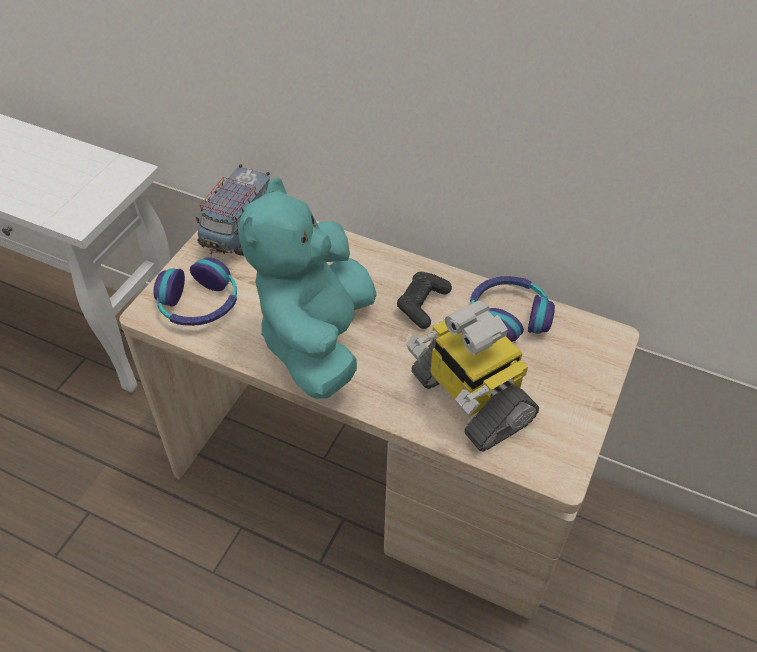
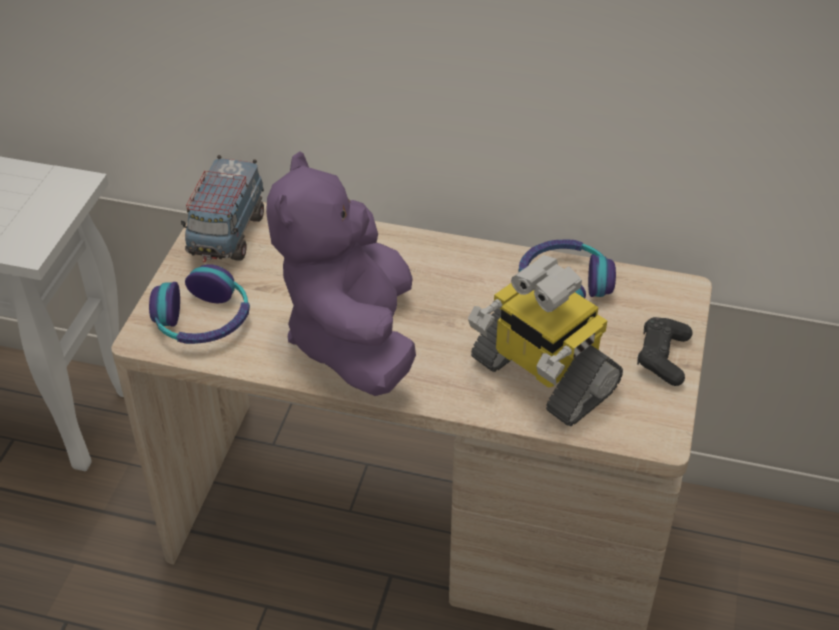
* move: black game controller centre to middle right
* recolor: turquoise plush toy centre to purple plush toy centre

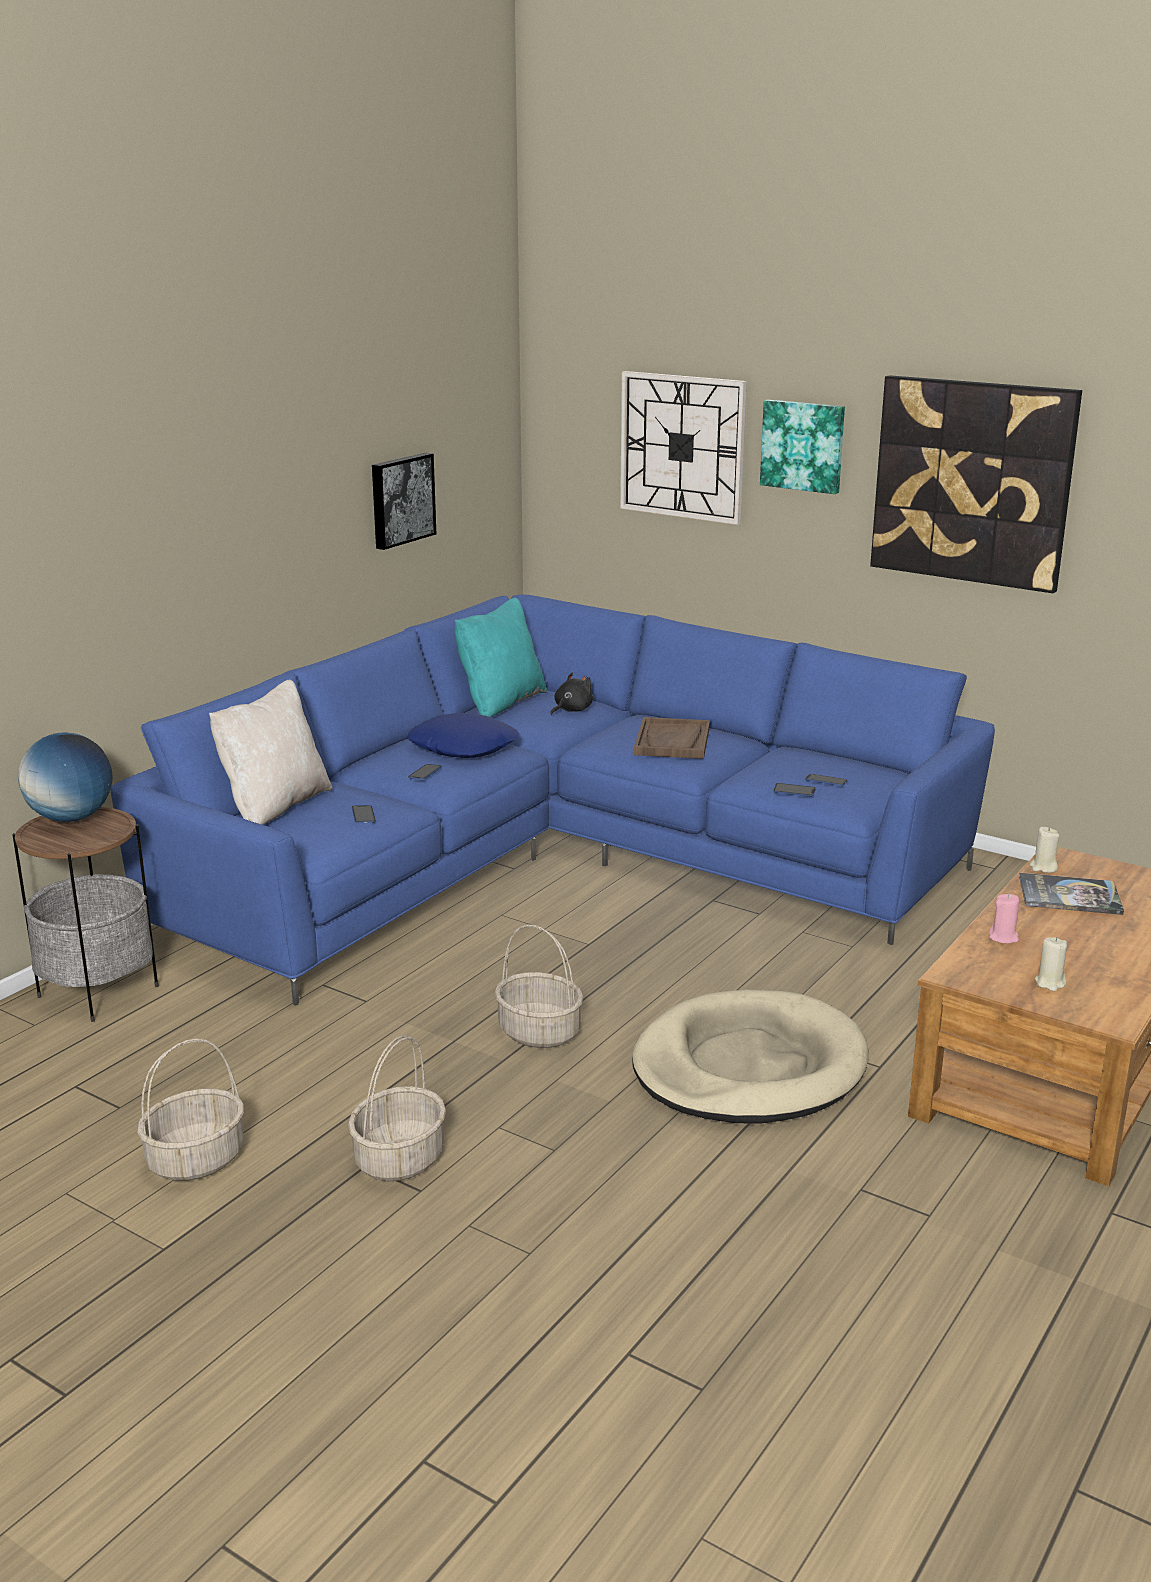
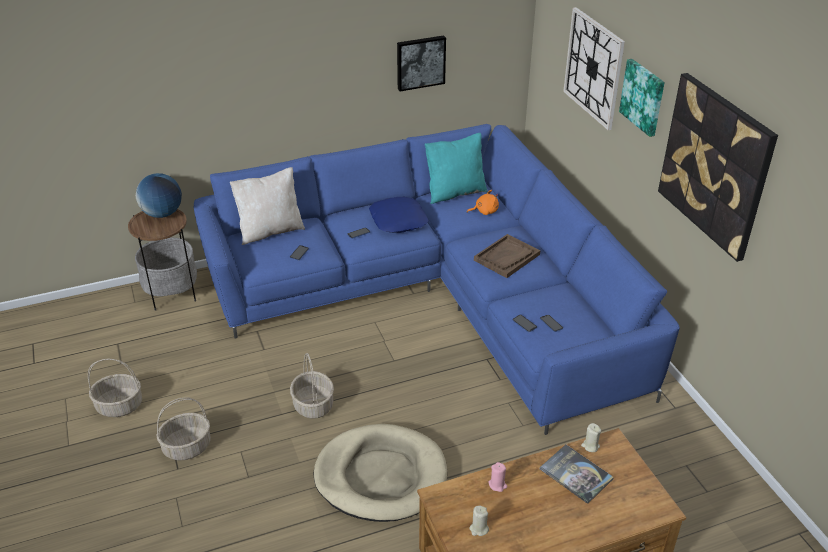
* recolor: black plush toy centre to orange plush toy centre

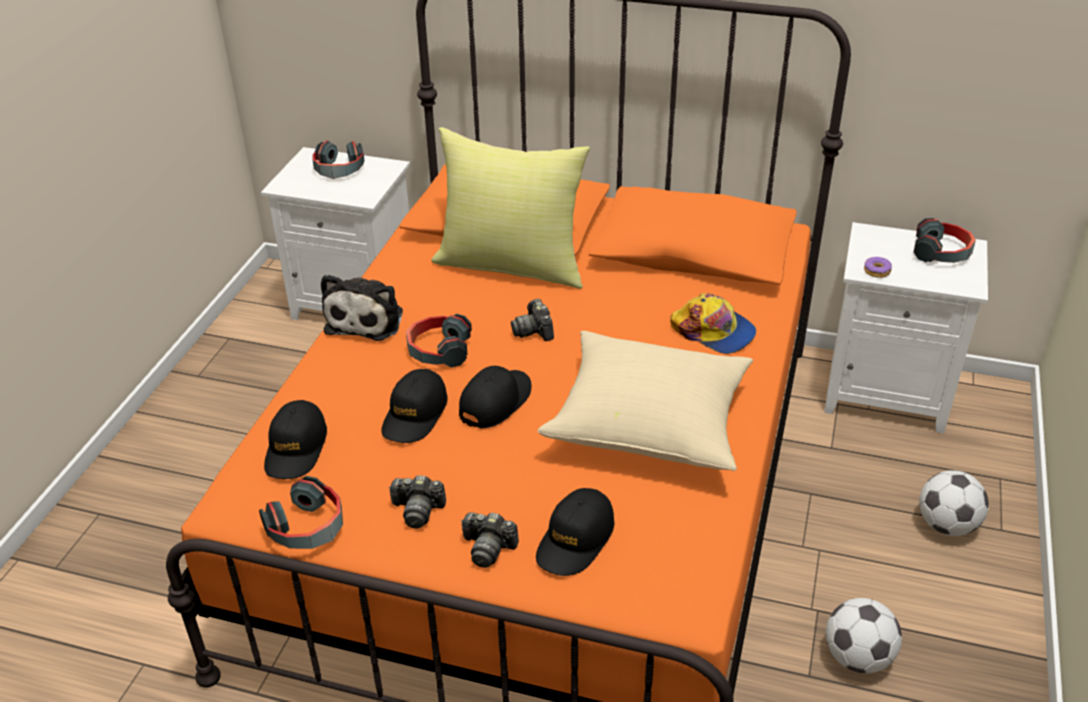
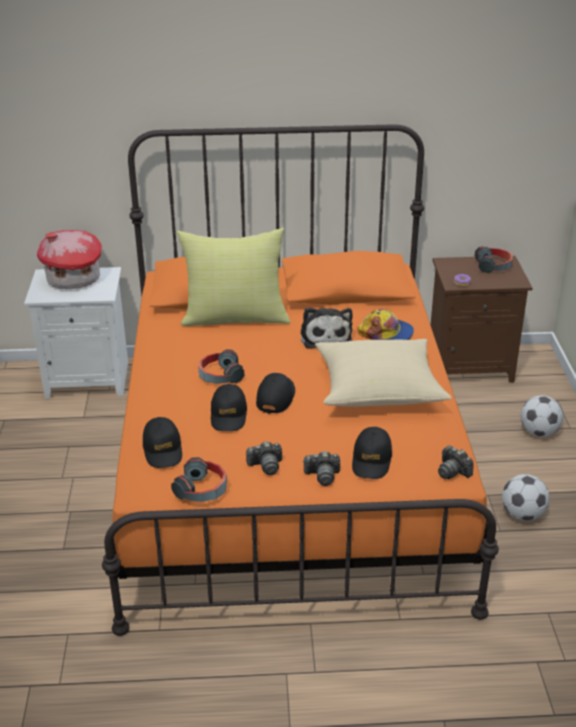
* move: plush toy middle left to centre
* move: photo camera (3rd from left) centre to middle right
* replace: headphones (2nd from left) top left to toy house middle left
* recolor: white nightstand (2nd from left) middle right to brown nightstand middle right

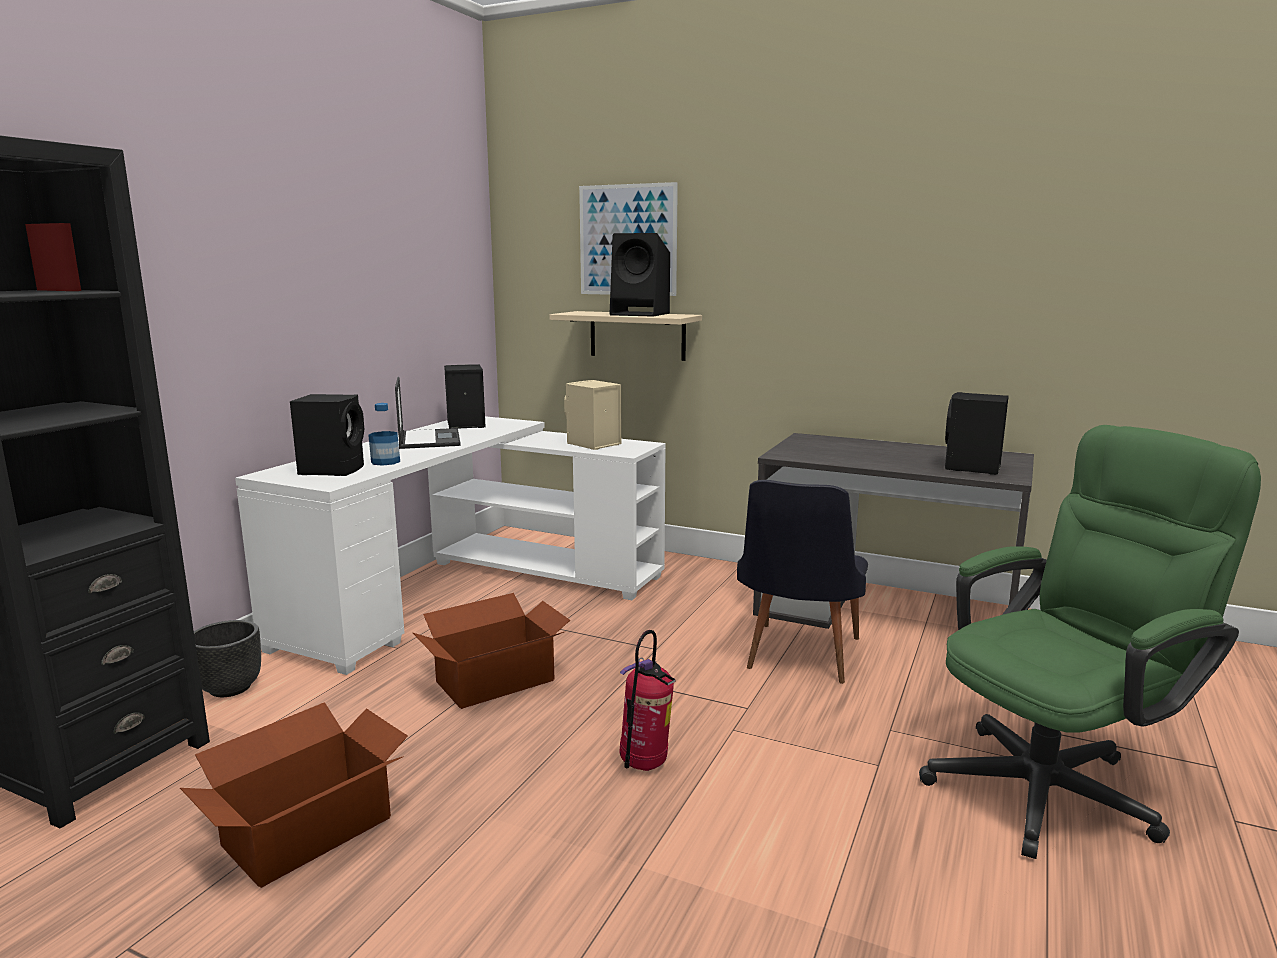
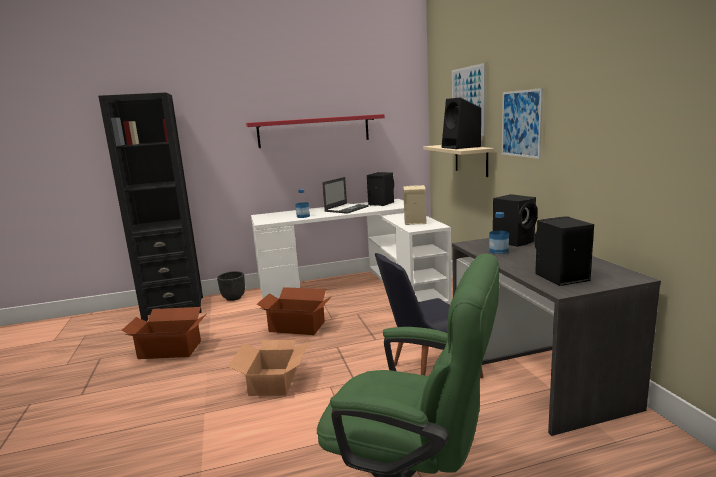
* insert: red shelf top centre
* insert: bottle (2nd from left) middle right
* insert: picture (2nd from left) top right
* move: black speaker (1st from left in the first image) middle left to black speaker (3rd from left) middle right
* replace: fire extinguisher bottom centre to cardboard box (2nd from left) bottom centre

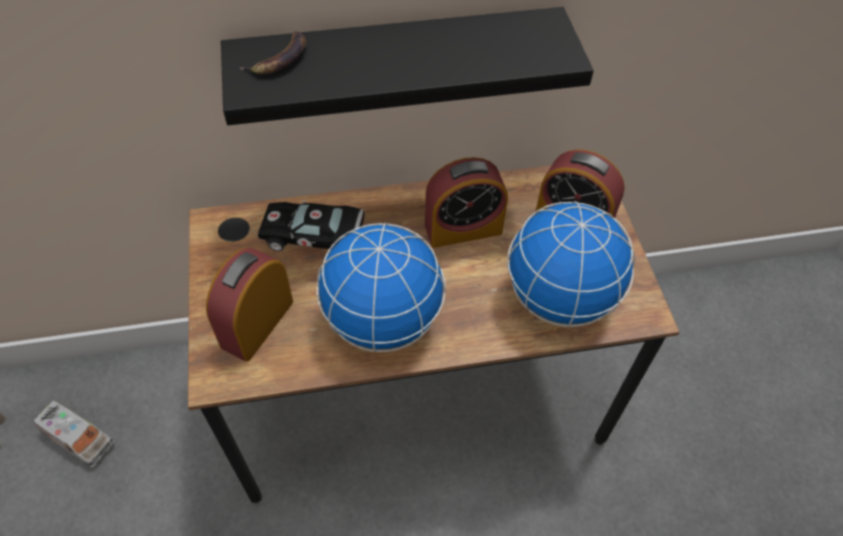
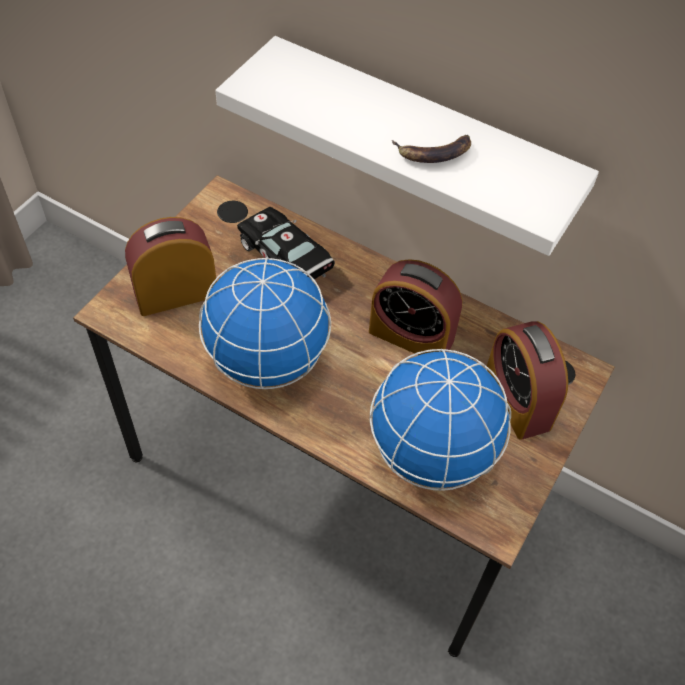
* delete: toy truck bottom left
* move: banana top left to top centre
* recolor: black shelf top centre to white shelf top centre

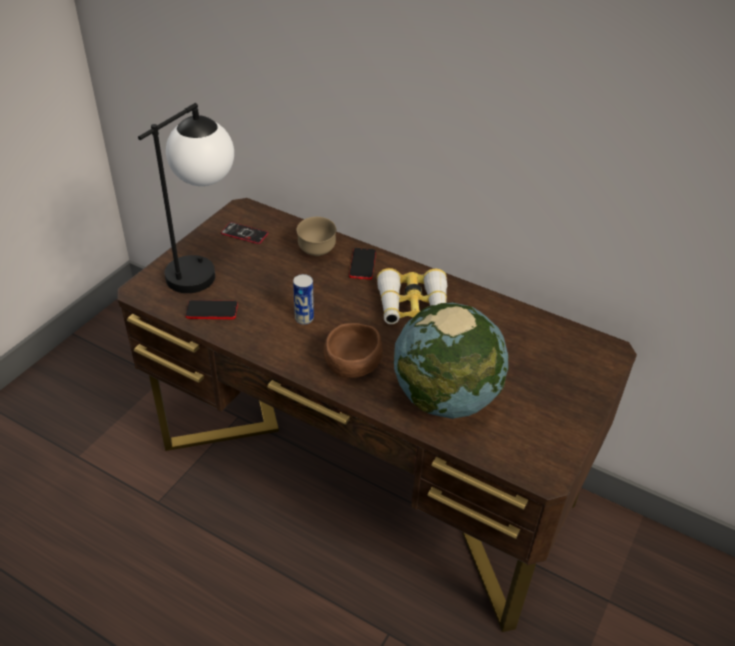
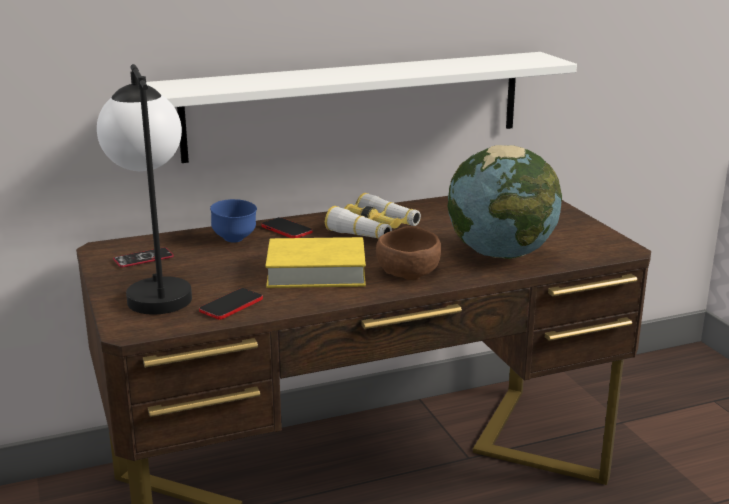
* insert: white shelf top centre
* replace: can centre to yellow book centre
* recolor: brown bowl (1st from left) centre to blue bowl middle left

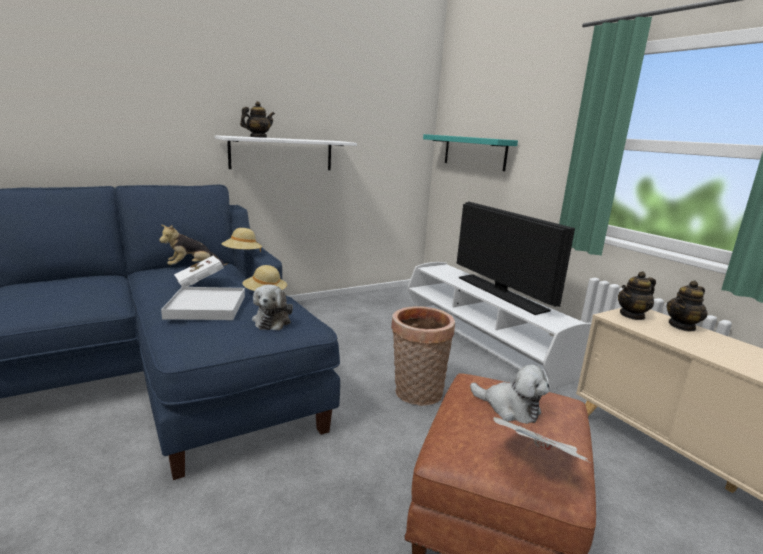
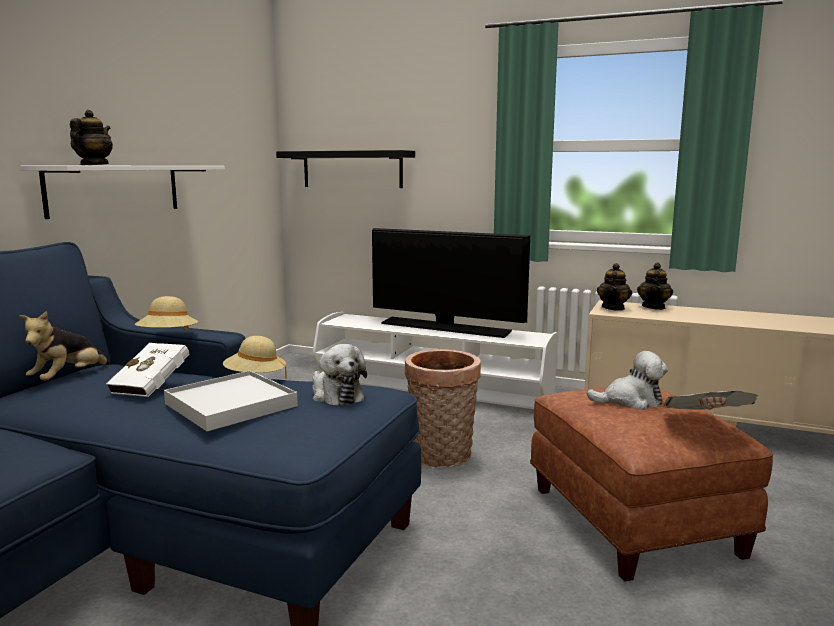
* recolor: turquoise shelf top centre to black shelf top centre

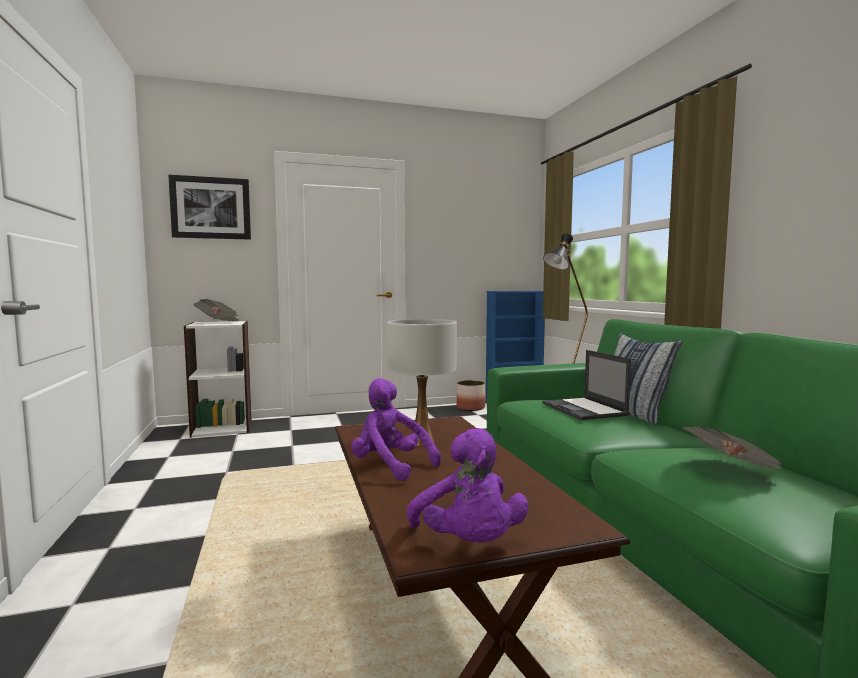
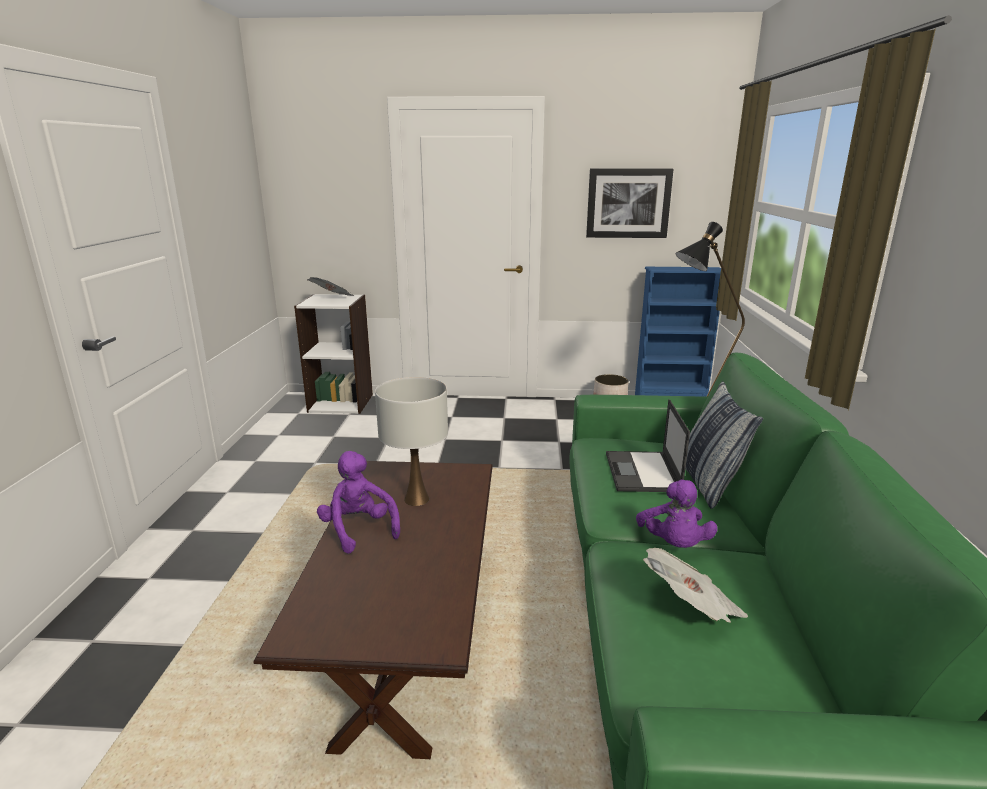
* move: picture top left to top centre
* move: purple plush toy (2nd from left) bottom centre to middle right

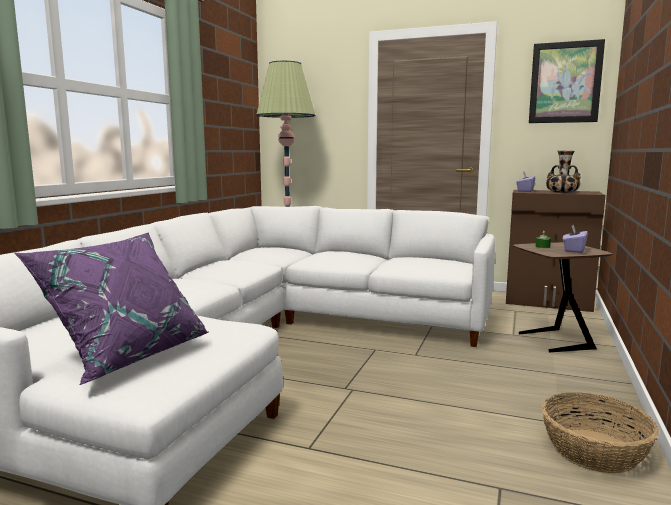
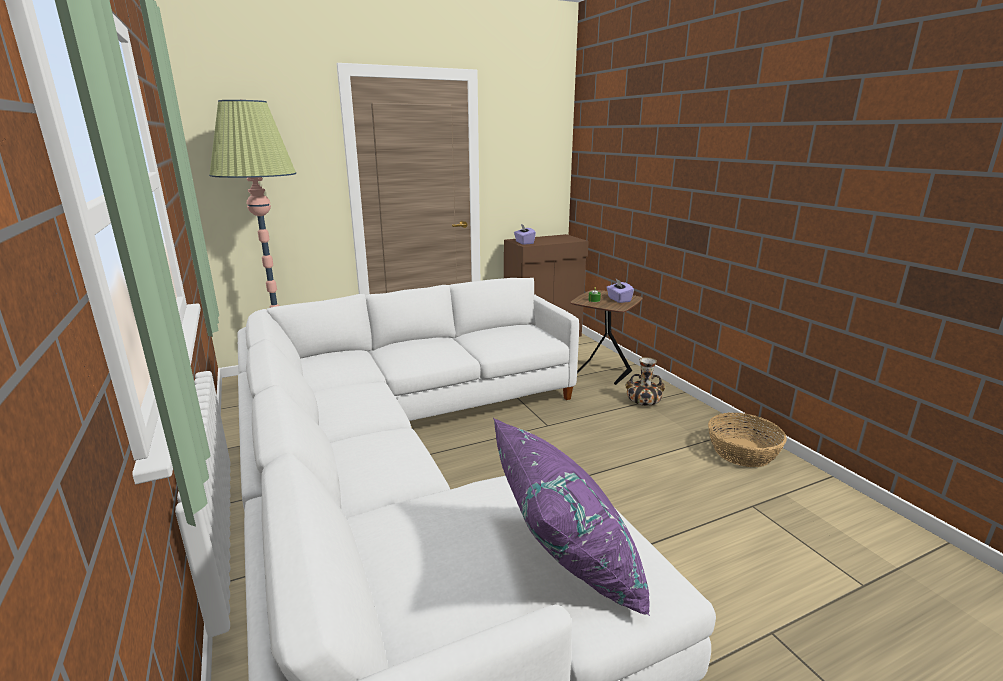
* delete: picture top right
* move: vase middle right to centre

